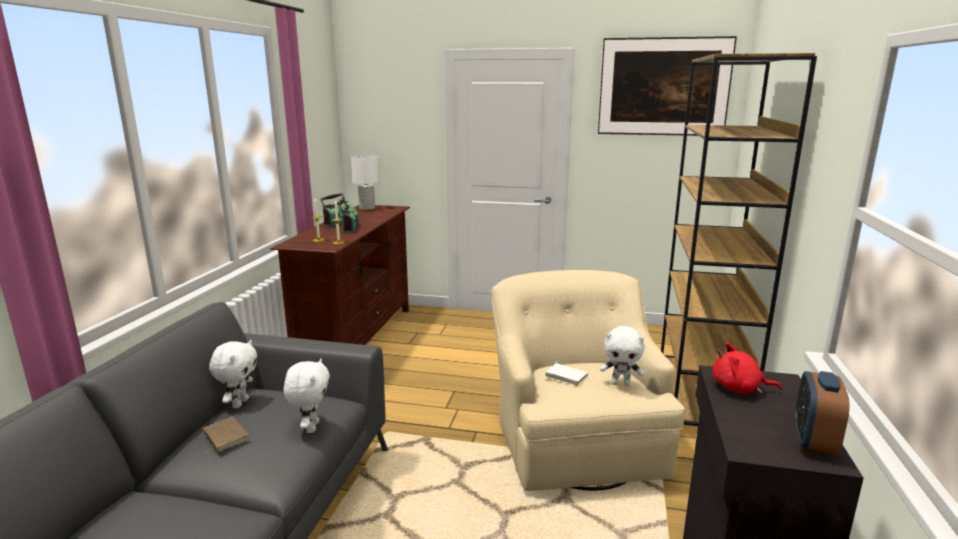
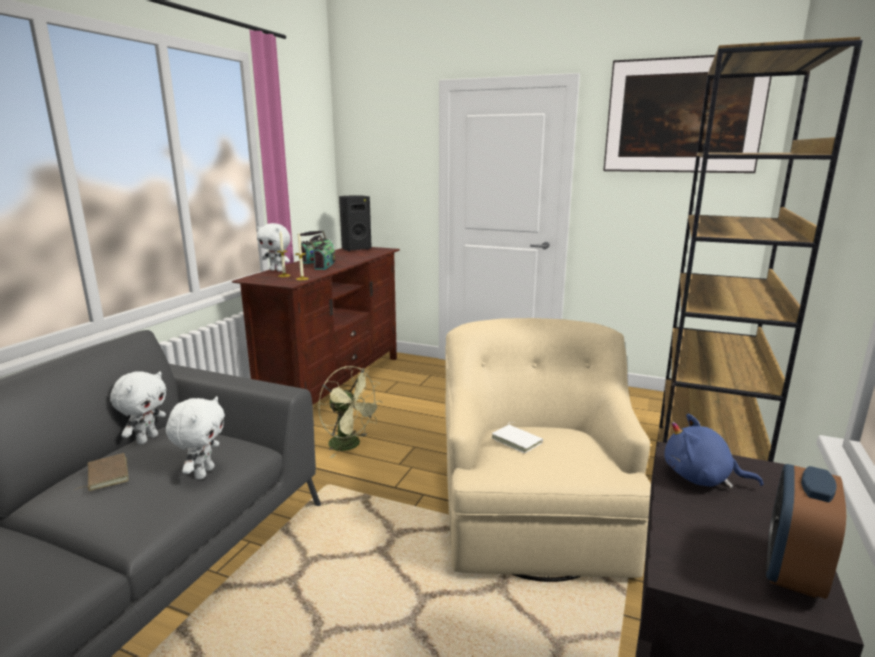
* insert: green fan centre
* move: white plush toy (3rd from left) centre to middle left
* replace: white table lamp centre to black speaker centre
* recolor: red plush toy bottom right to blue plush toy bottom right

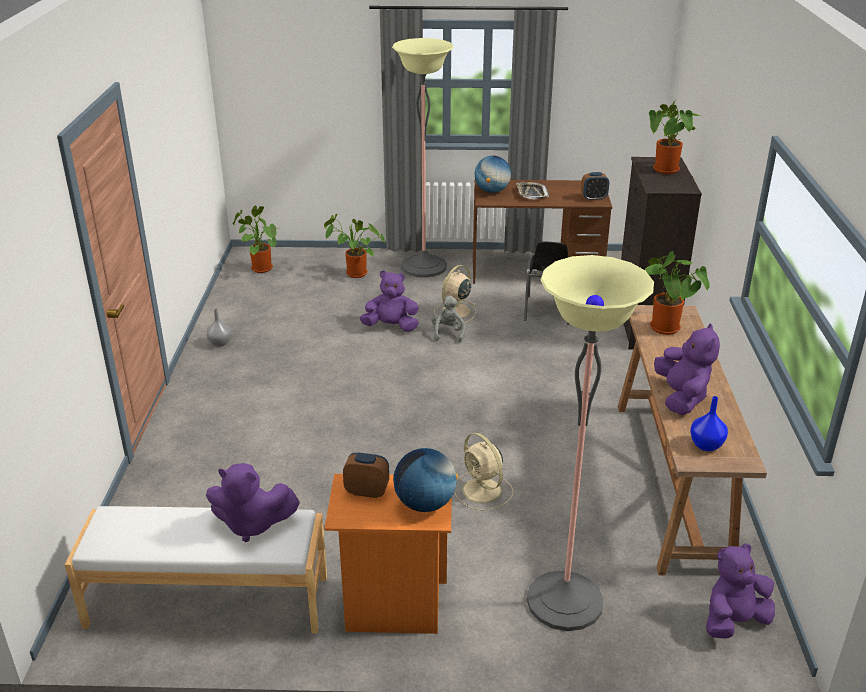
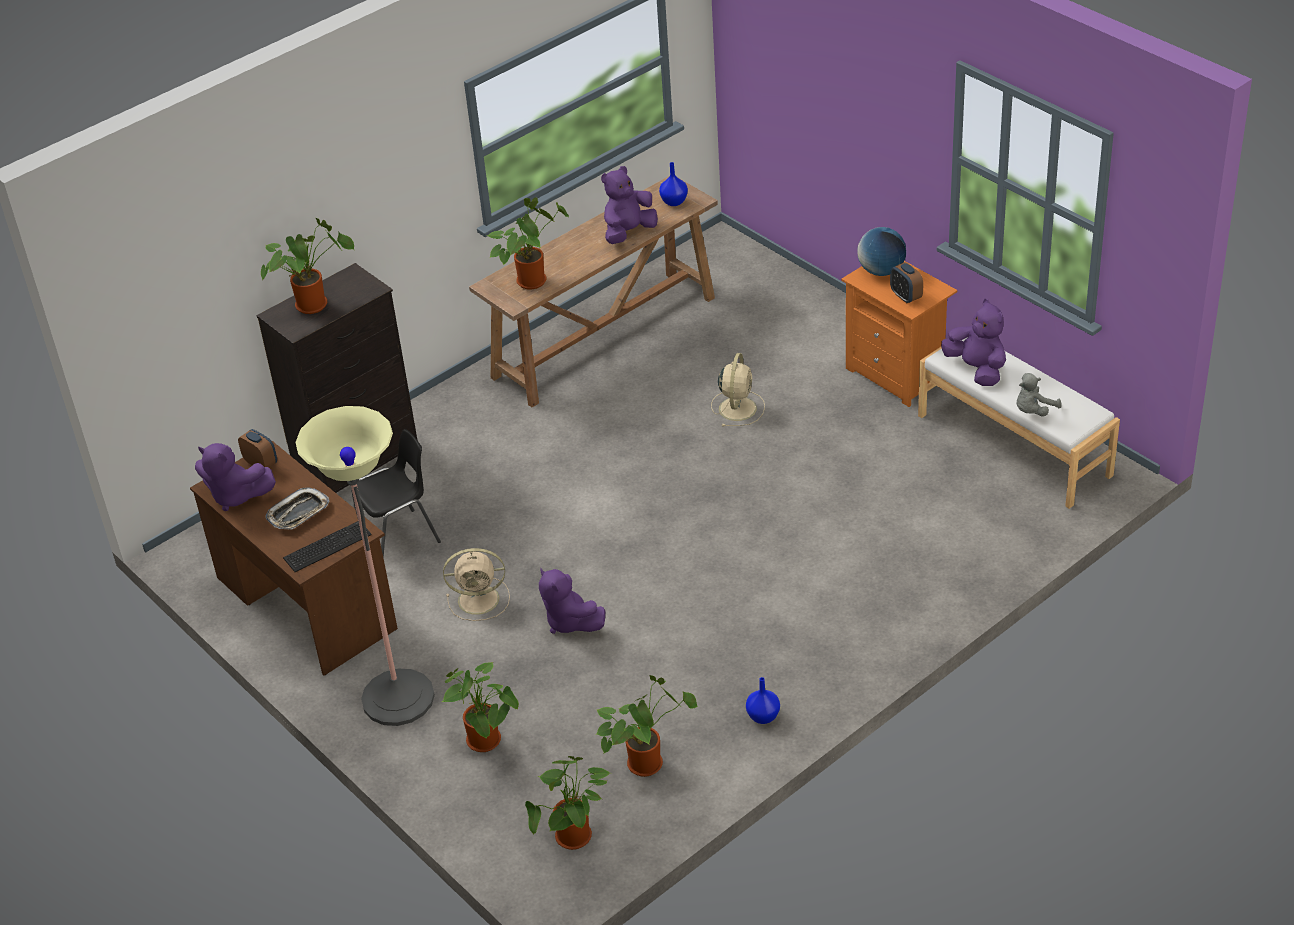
* delete: floor lamp (2nd from left) middle right
* insert: potted plant (5th from left) bottom centre
* move: grey plush toy centre to middle right
* move: purple plush toy (4th from left in the first image) bottom right to purple plush toy (1st from left) middle left
* replace: globe (2nd from left) top centre to keyboard middle left
* recolor: grey vase middle left to blue vase (2nd from left) bottom centre

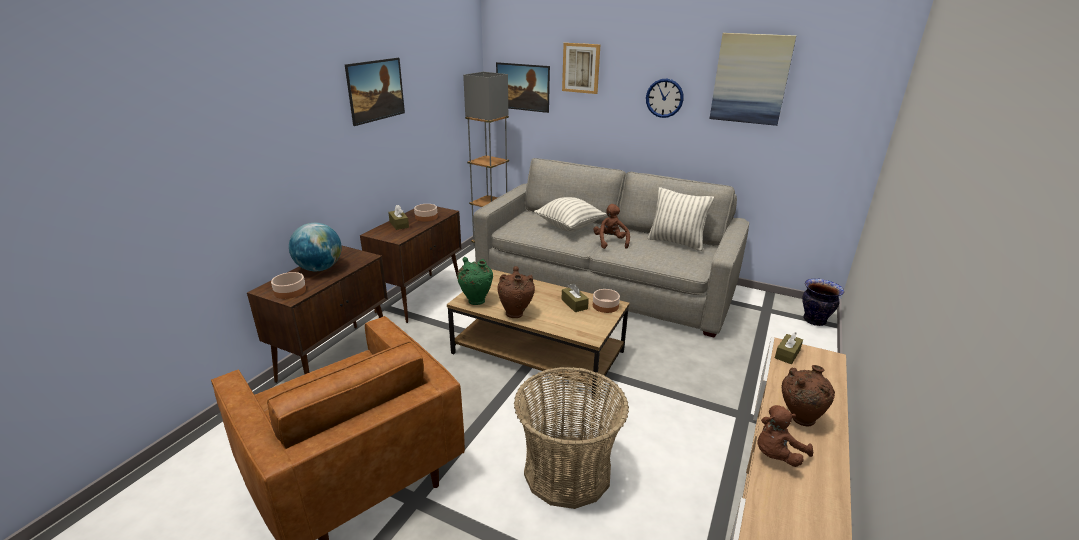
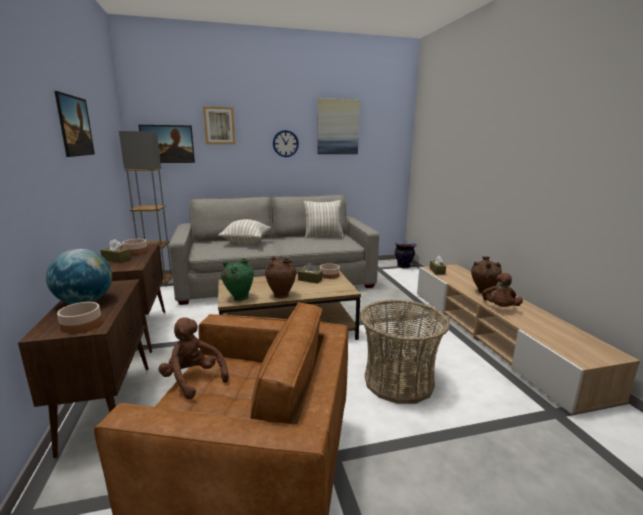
* move: brown plush toy (1st from left) centre to bottom left

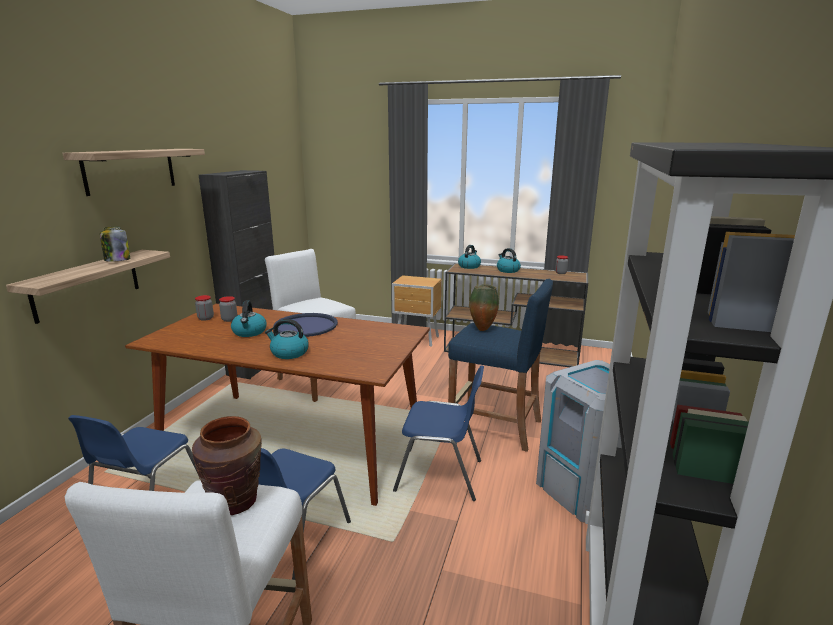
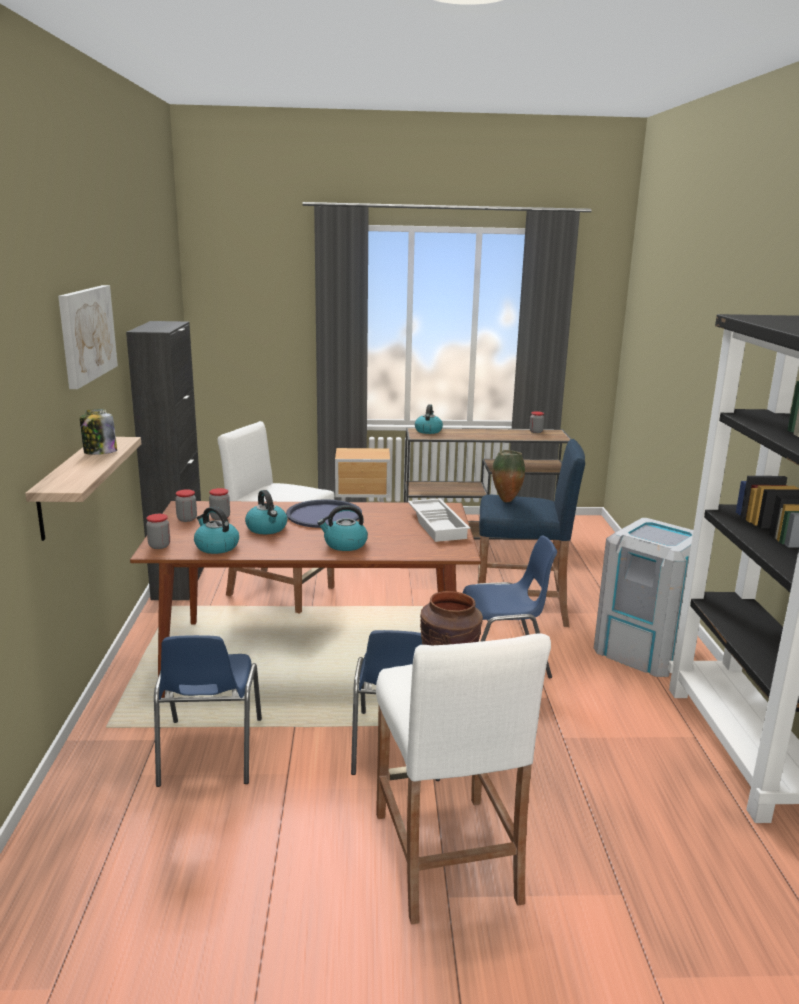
* insert: jar (2nd from left) middle left
* insert: white tray centre
* move: kettle (4th from left in the first image) centre to kettle (1st from left) middle left
* replace: shelf (2nd from left) top left to picture middle left

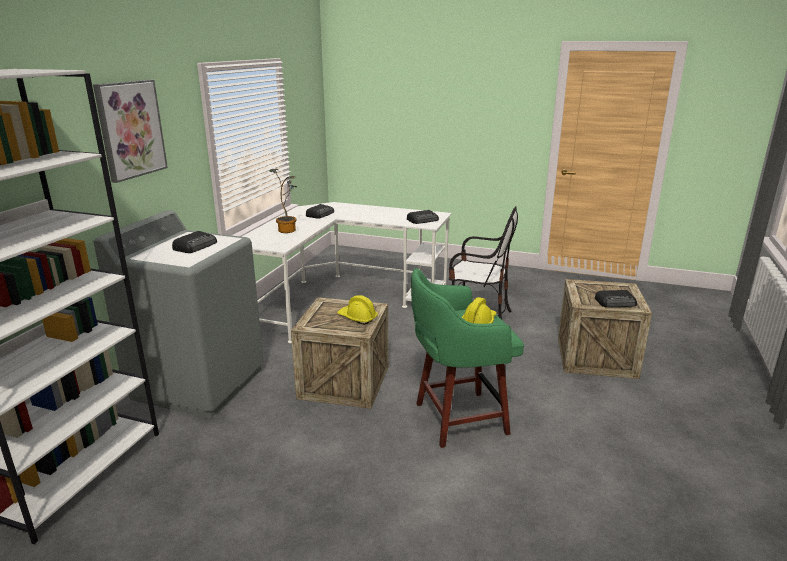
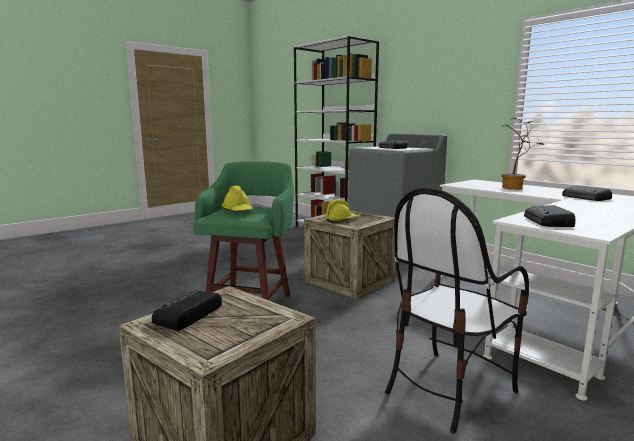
* delete: picture top left

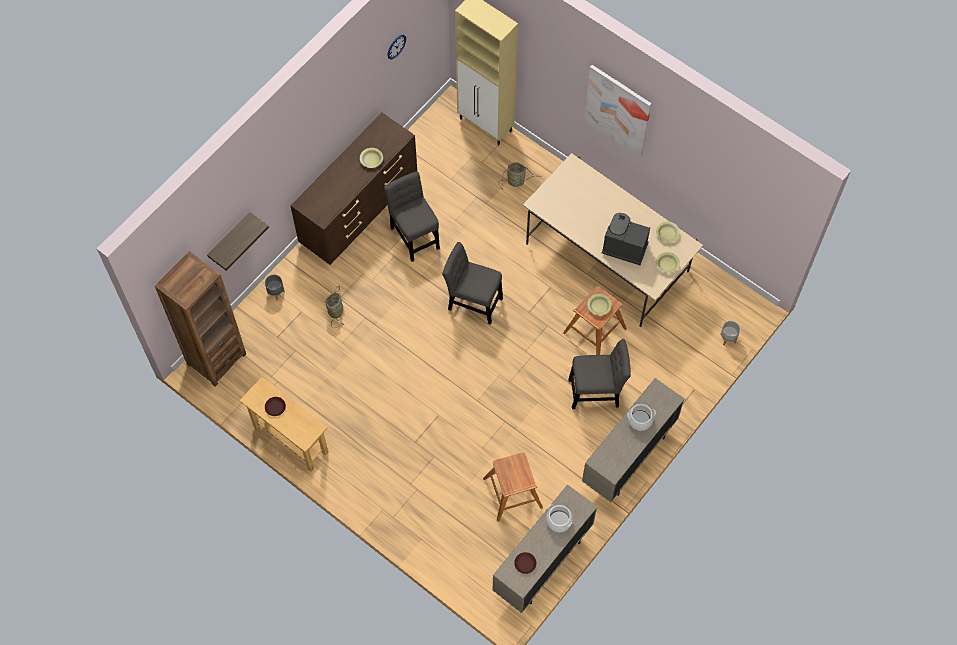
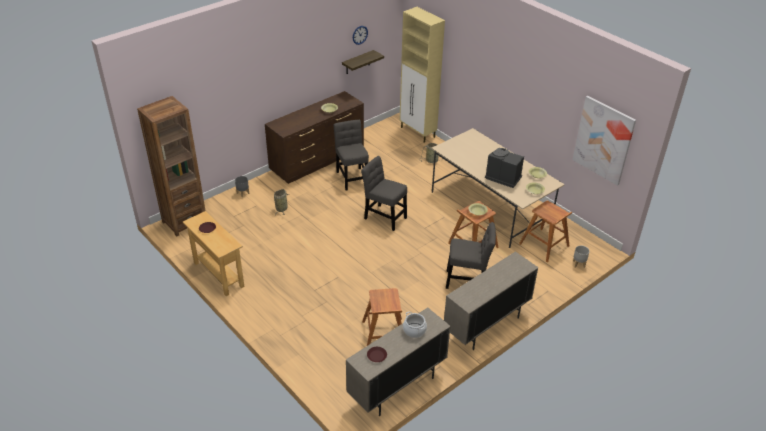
* delete: cooking pot (2nd from left) middle right
* insert: brown stool (3rd from left) middle right
* move: shelf middle left to top centre
* move: picture top centre to top right

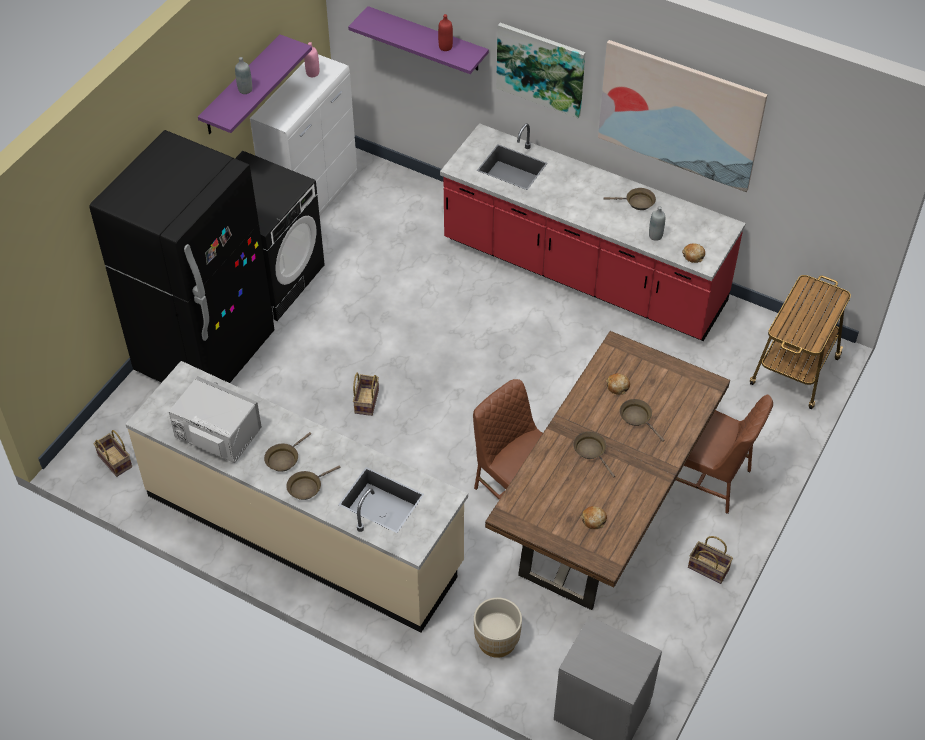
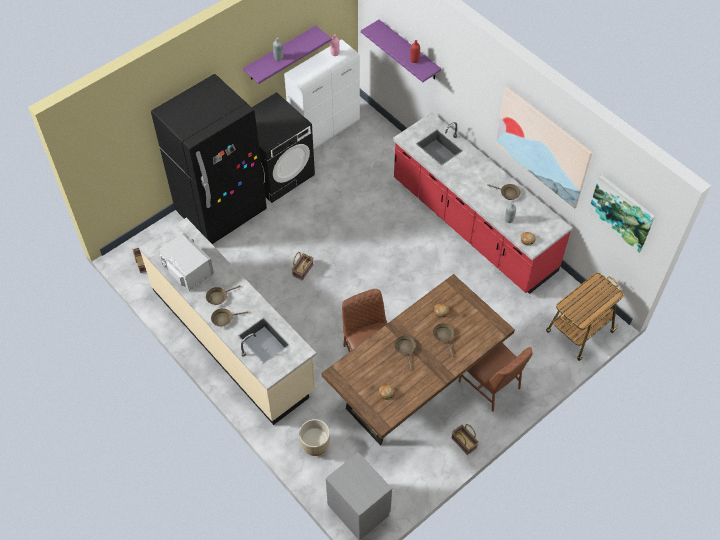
* move: picture (1st from left in the first image) top centre to picture (2nd from left) middle right

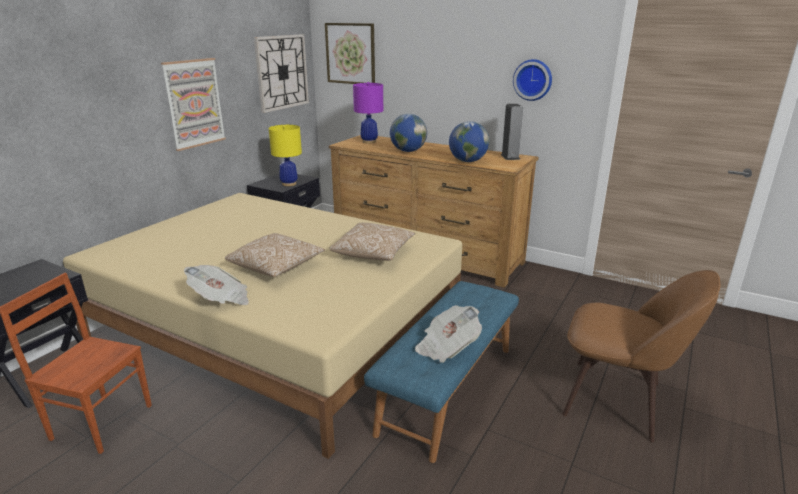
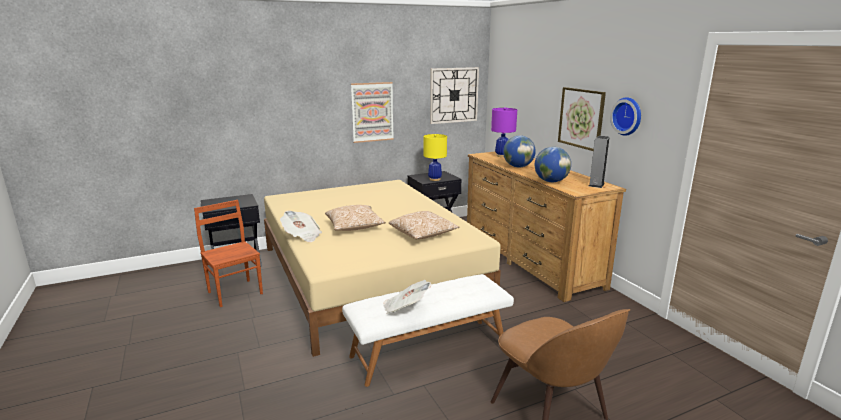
* move: picture (2nd from left) top centre to top right
* recolor: blue bench bottom centre to white bench bottom centre

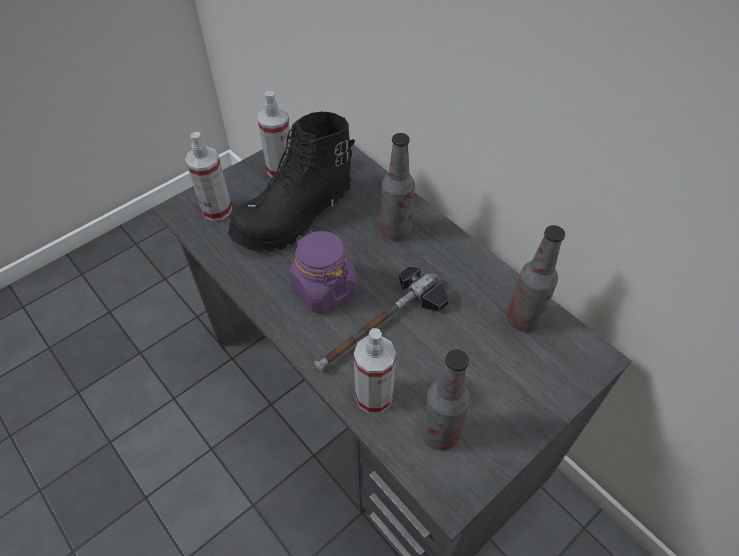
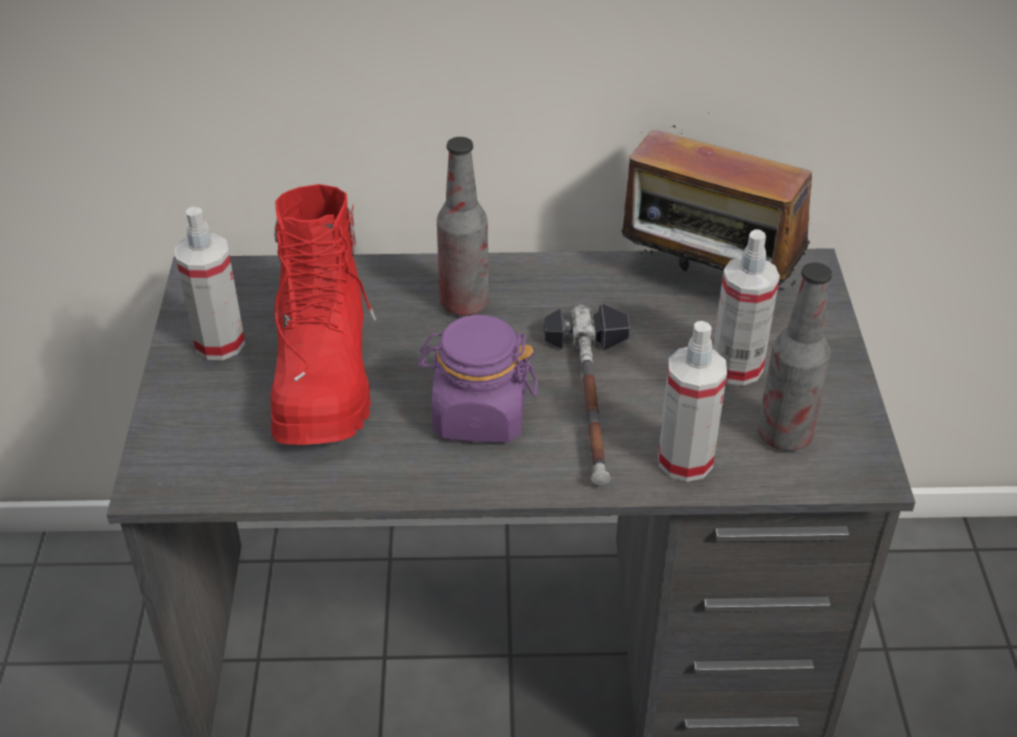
* move: spray bottle (1st from left in the first image) top left to spray bottle (3rd from left) middle right
* replace: bottle (3rd from left) middle right to radio top right
* recolor: black boot top centre to red boot middle left

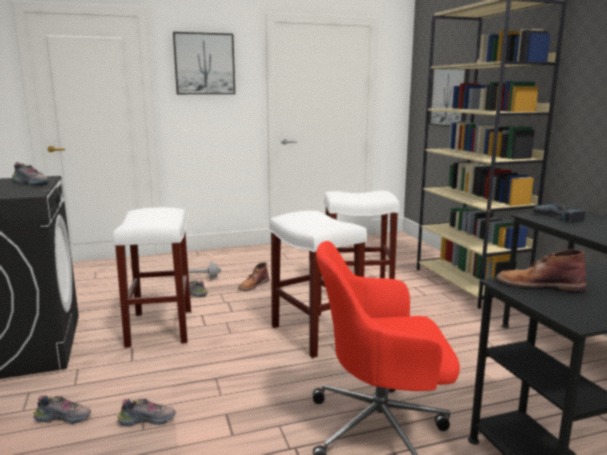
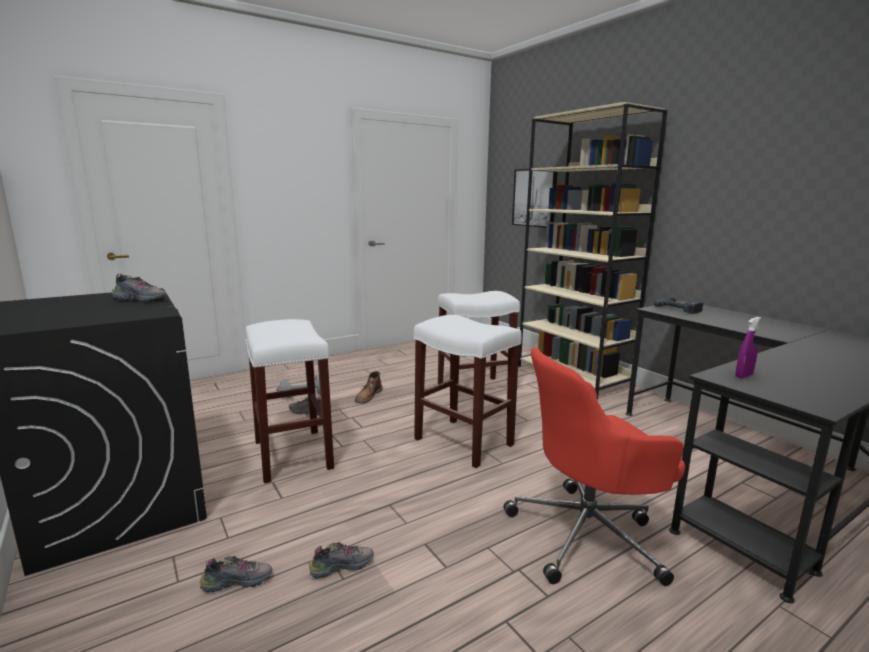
* delete: picture (1st from left) top centre
* replace: brown boot (2nd from left) middle right to purple spray bottle middle right

